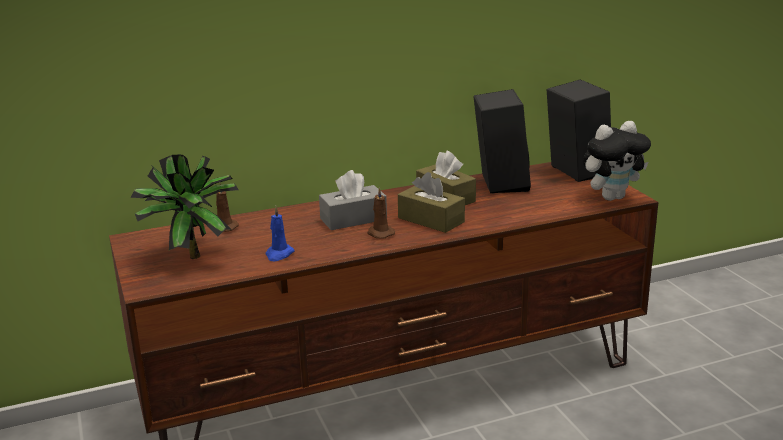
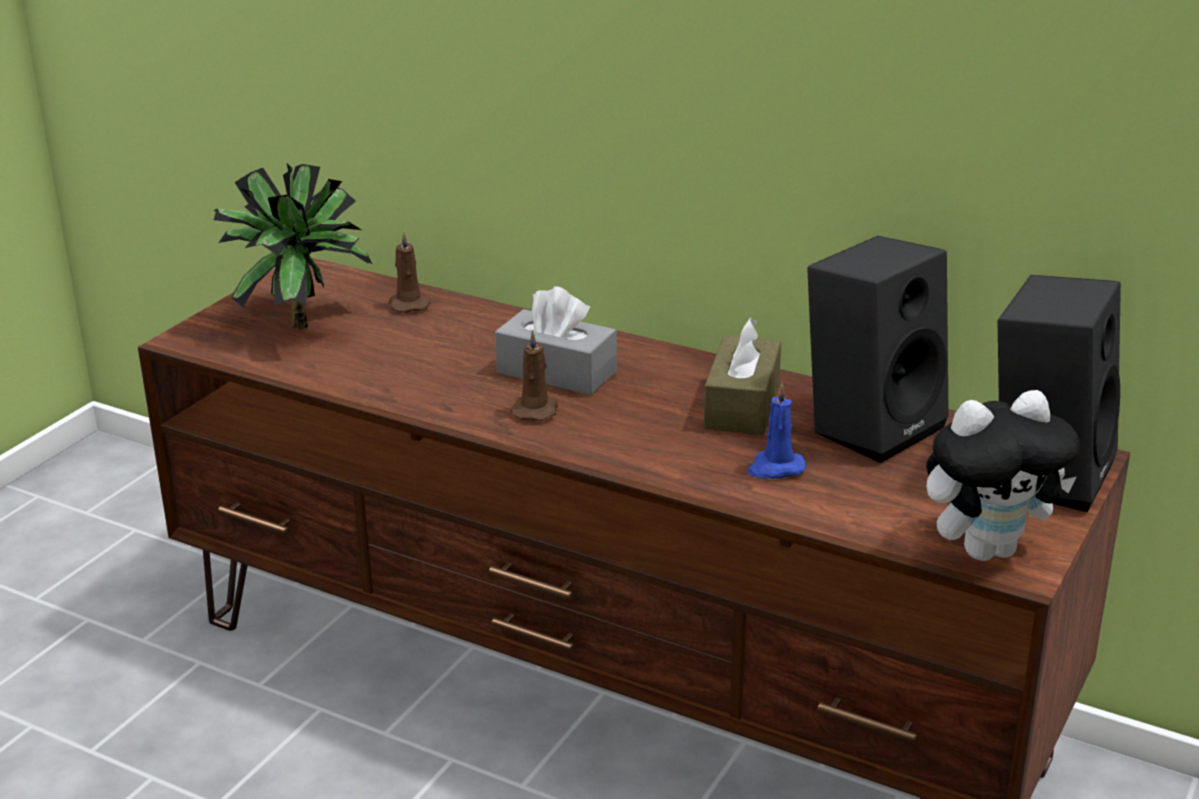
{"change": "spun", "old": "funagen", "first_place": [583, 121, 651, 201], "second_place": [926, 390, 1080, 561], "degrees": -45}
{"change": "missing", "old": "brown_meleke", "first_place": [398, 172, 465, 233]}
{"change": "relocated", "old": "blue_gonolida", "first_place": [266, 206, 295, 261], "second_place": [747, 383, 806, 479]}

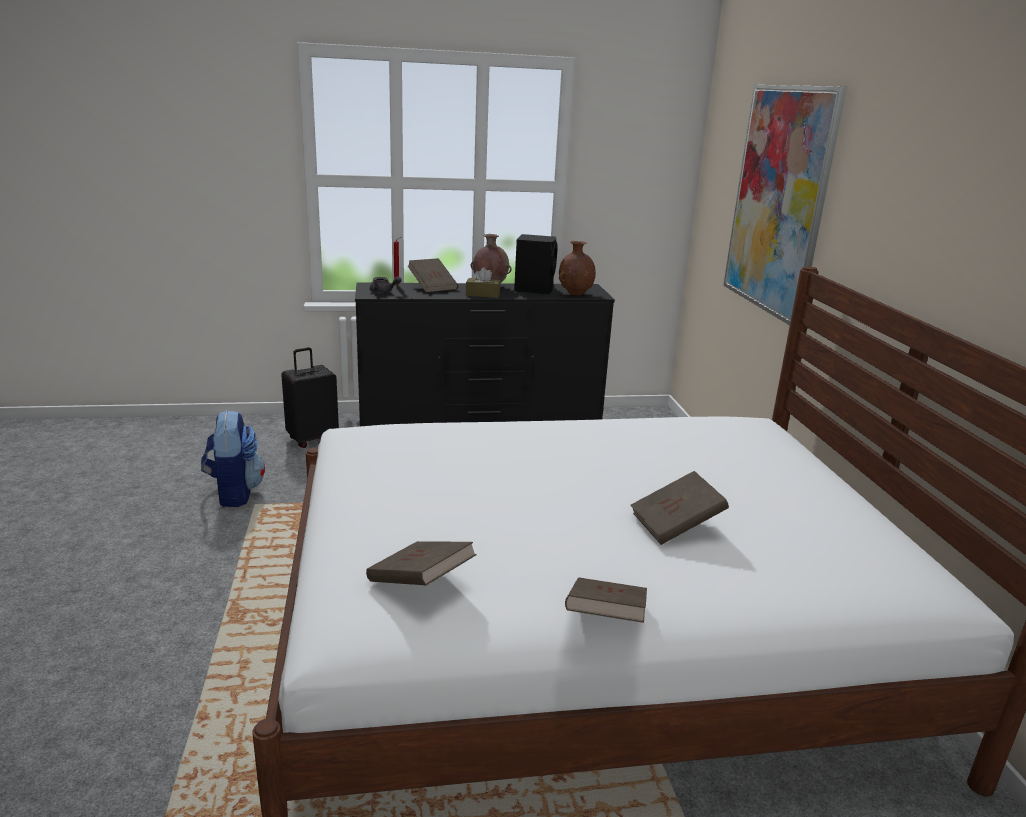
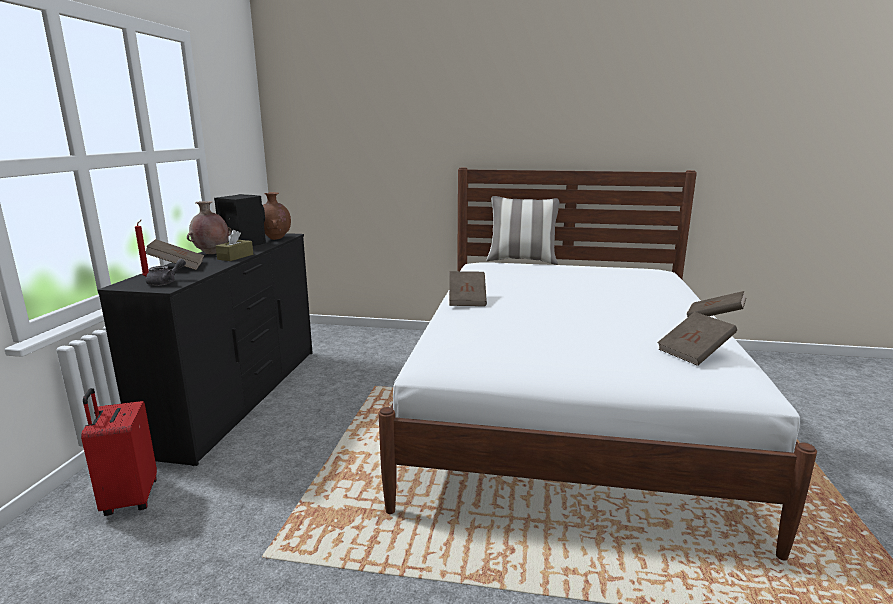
{"change": "missing", "old": "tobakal", "first_place": [723, 85, 847, 326]}
{"change": "colour", "old": "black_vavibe", "new": "red_vavibe", "first_place": [281, 347, 339, 448], "second_place": [81, 388, 157, 516]}
{"change": "missing", "old": "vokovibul", "first_place": [201, 410, 265, 507]}
{"change": "relocated", "old": "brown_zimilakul", "first_place": [630, 471, 729, 545], "second_place": [449, 271, 487, 306]}
{"change": "appeared", "new": "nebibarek", "second_place": [486, 196, 560, 265]}

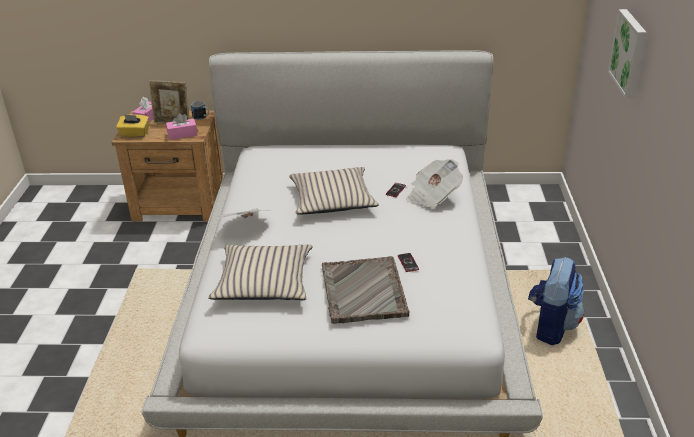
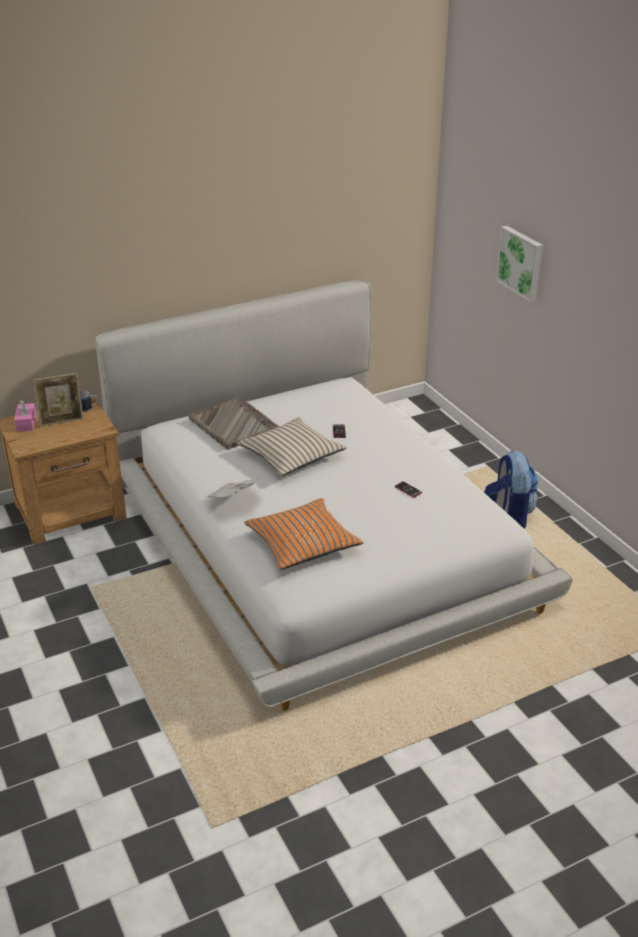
{"change": "missing", "old": "pink_meleke", "first_place": [166, 113, 198, 140]}
{"change": "missing", "old": "yellow_meleke", "first_place": [116, 114, 149, 137]}
{"change": "missing", "old": "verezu", "first_place": [406, 159, 463, 208]}
{"change": "colour", "old": "beige_nebibarek", "new": "orange_nebibarek", "first_place": [208, 244, 313, 300], "second_place": [244, 498, 364, 570]}
{"change": "relocated", "old": "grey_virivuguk", "first_place": [322, 256, 410, 324], "second_place": [188, 397, 279, 449]}

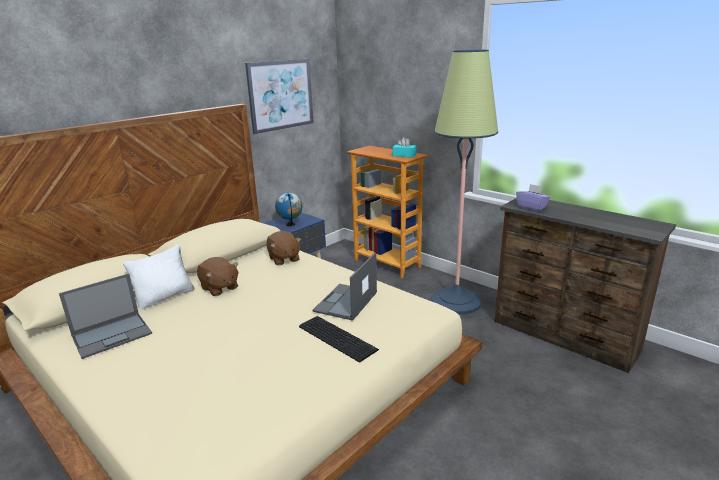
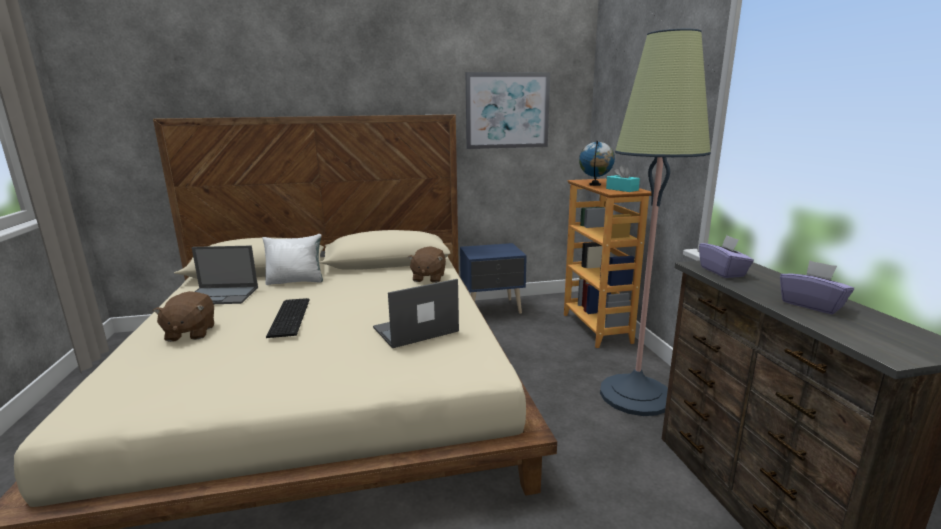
{"change": "relocated", "old": "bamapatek", "first_place": [275, 192, 303, 226], "second_place": [579, 141, 615, 186]}
{"change": "relocated", "old": "brown_funagen", "first_place": [197, 257, 239, 296], "second_place": [153, 291, 214, 342]}
{"change": "relocated", "old": "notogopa", "first_place": [299, 316, 379, 363], "second_place": [266, 298, 310, 338]}
{"change": "appeared", "new": "purple_meleke", "second_place": [780, 260, 854, 315]}

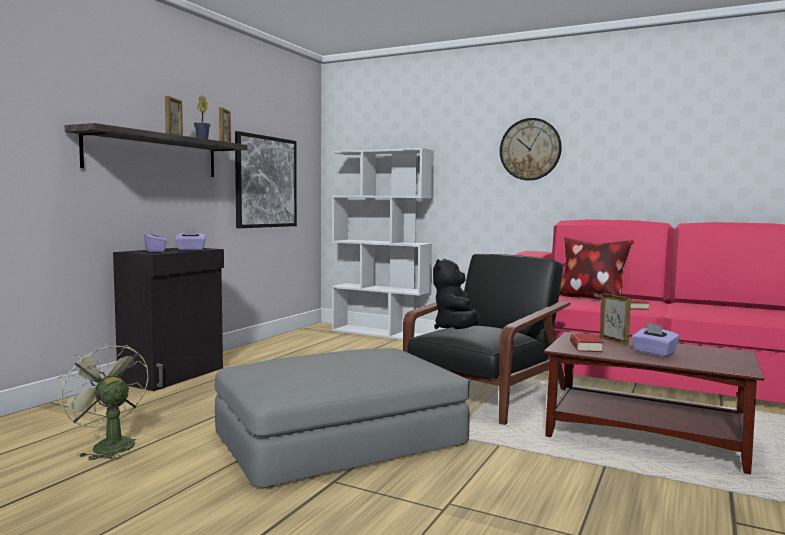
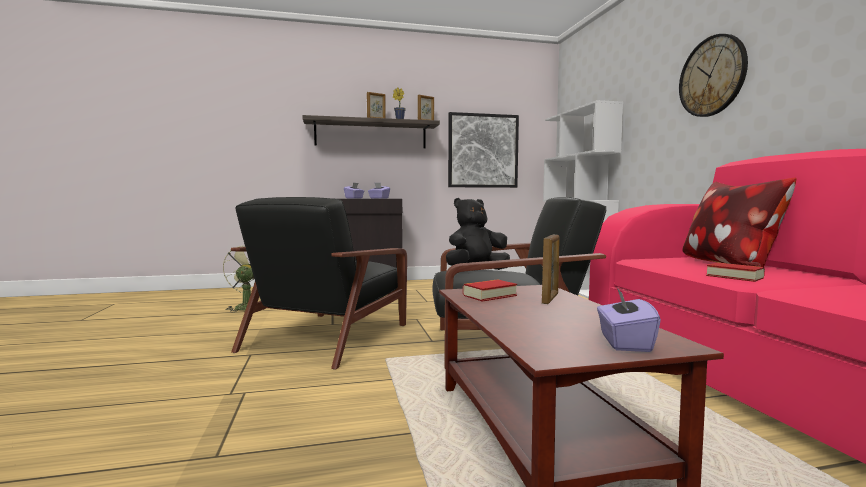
{"change": "relocated", "old": "purple_meleke", "first_place": [632, 323, 680, 357], "second_place": [597, 288, 661, 352]}
{"change": "exchanged", "old": "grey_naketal", "new": "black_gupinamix", "first_place": [215, 348, 469, 489], "second_place": [231, 197, 407, 370]}

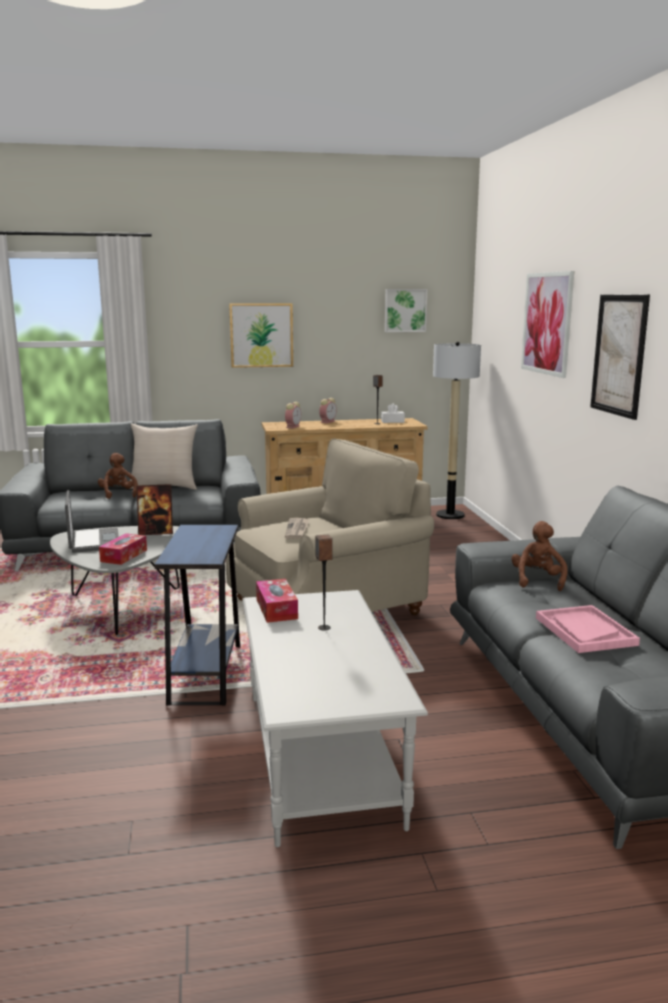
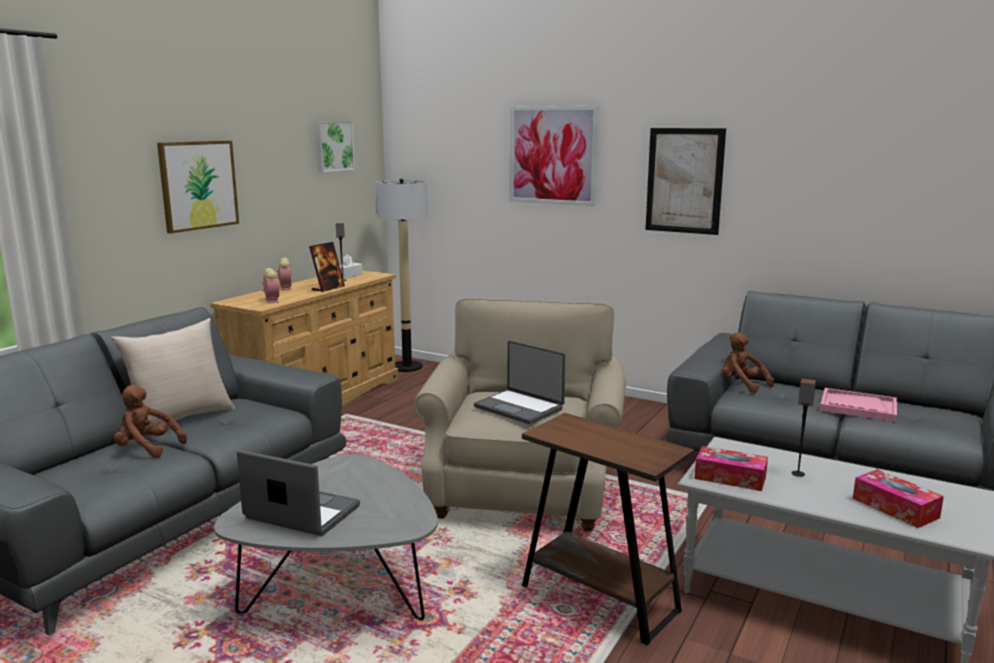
{"change": "relocated", "old": "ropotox", "first_place": [136, 484, 173, 535], "second_place": [309, 242, 345, 292]}
{"change": "exchanged", "old": "verezu", "new": "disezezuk", "first_place": [285, 518, 309, 539], "second_place": [474, 340, 566, 424]}
{"change": "colour", "old": "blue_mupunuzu", "new": "brown_mupunuzu", "first_place": [155, 525, 240, 705], "second_place": [522, 413, 694, 645]}
{"change": "relocated", "old": "meleke", "first_place": [99, 533, 147, 565], "second_place": [853, 469, 944, 528]}

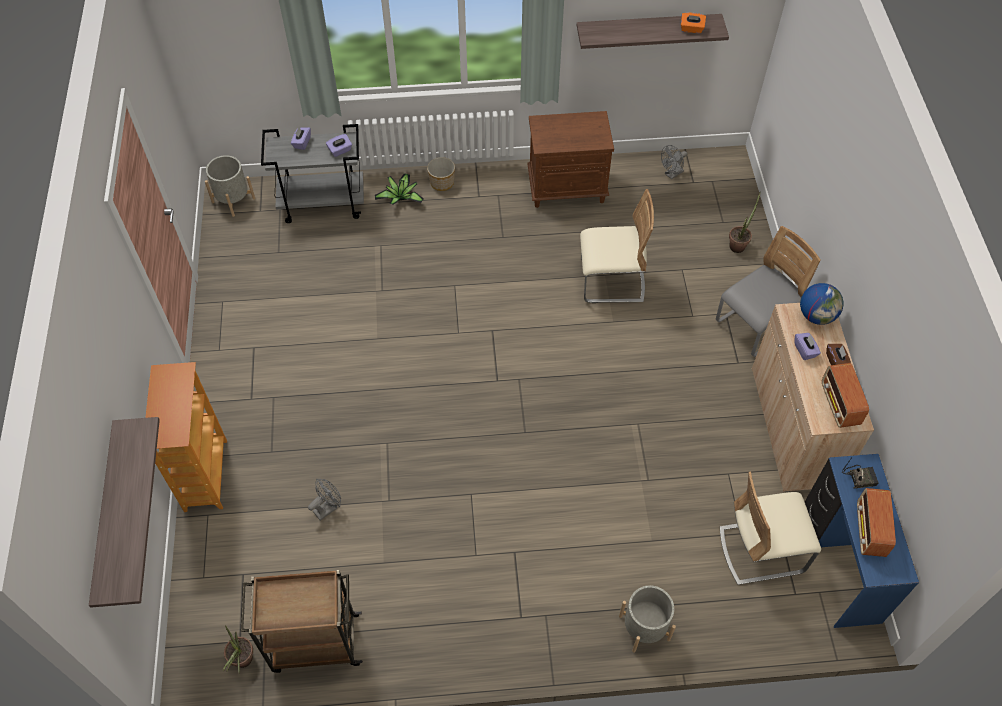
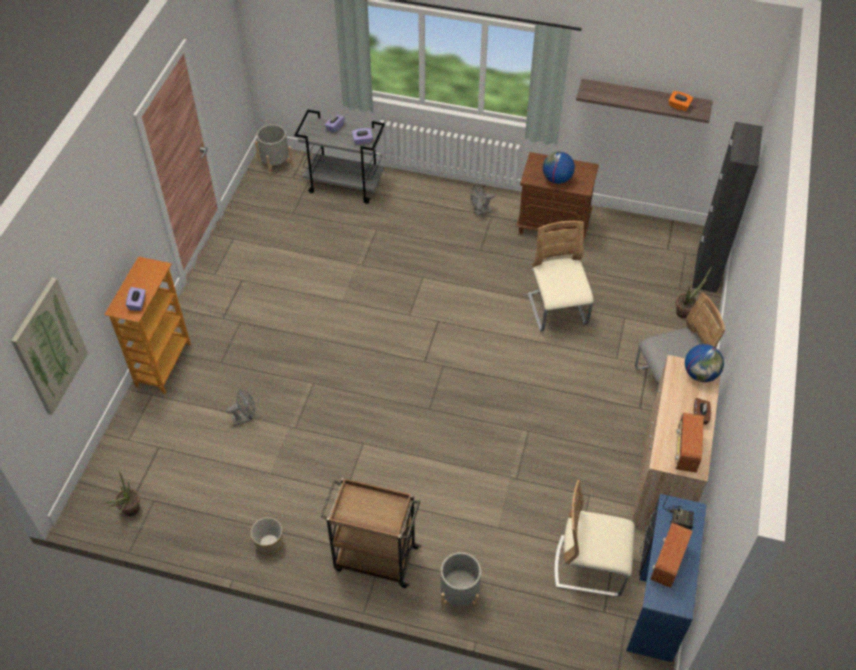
{"change": "relocated", "old": "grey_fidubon", "first_place": [661, 145, 687, 179], "second_place": [470, 184, 495, 216]}
{"change": "relocated", "old": "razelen", "first_place": [427, 157, 455, 191], "second_place": [250, 517, 283, 555]}
{"change": "missing", "old": "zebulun", "first_place": [375, 173, 424, 205]}
{"change": "spun", "old": "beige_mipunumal", "first_place": [580, 189, 654, 303], "second_place": [528, 221, 594, 332], "degrees": -120}
{"change": "relocated", "old": "purple_meleke", "first_place": [794, 333, 821, 360], "second_place": [126, 287, 146, 311]}
{"change": "exchanged", "old": "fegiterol", "new": "tobakal", "first_place": [89, 417, 160, 608], "second_place": [11, 277, 88, 415]}
{"change": "relocated", "old": "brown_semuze", "first_place": [241, 570, 363, 673], "second_place": [320, 477, 422, 588]}
{"change": "appeared", "new": "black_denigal", "second_place": [692, 122, 763, 293]}
{"change": "appeared", "new": "bamapatek", "second_place": [543, 151, 575, 184]}

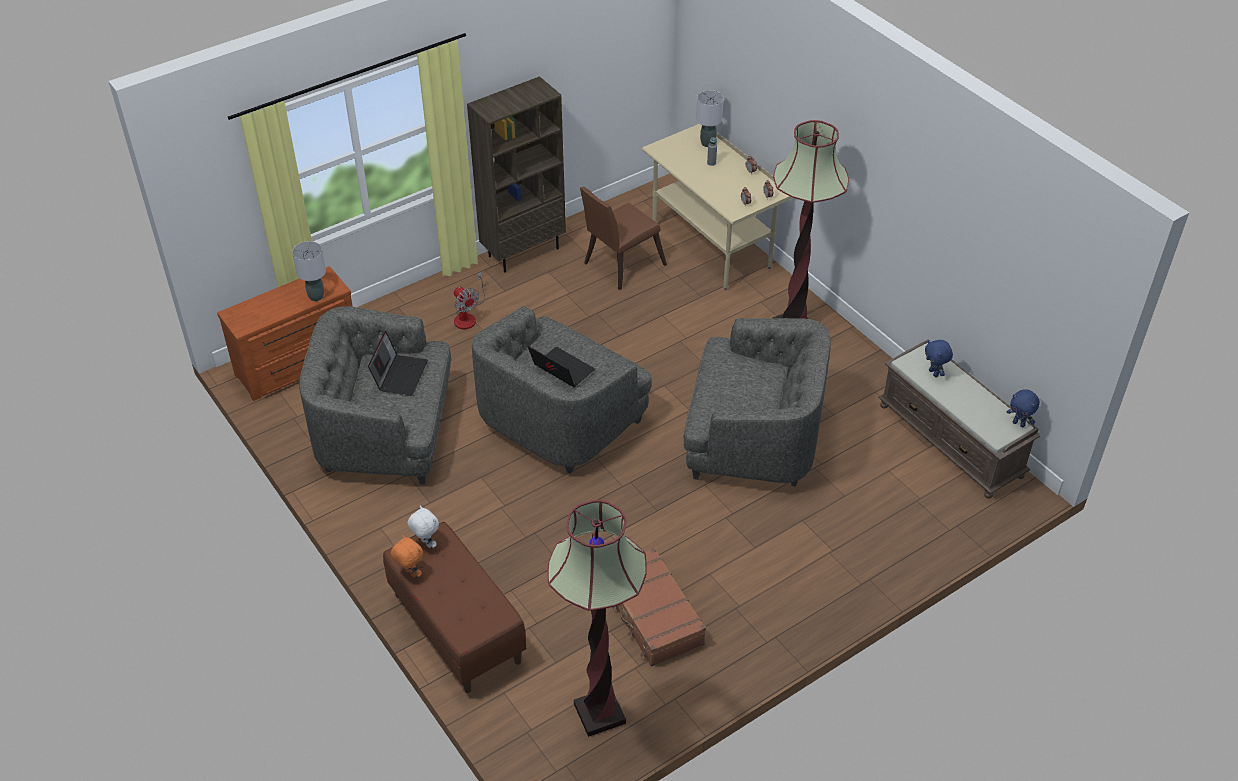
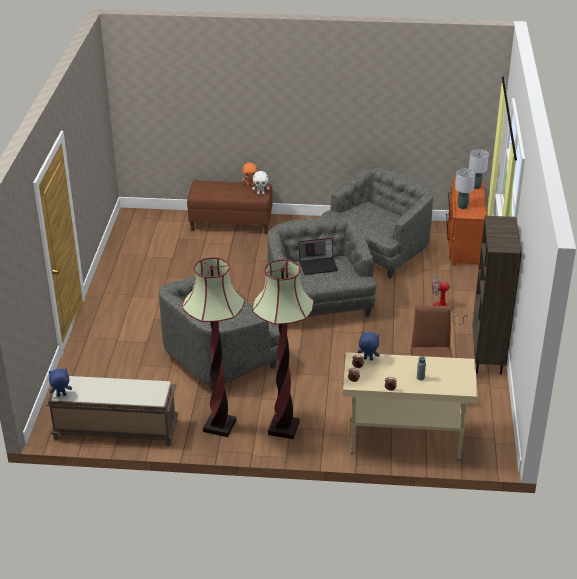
{"change": "relocated", "old": "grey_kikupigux", "first_place": [696, 90, 724, 147], "second_place": [469, 149, 489, 189]}
{"change": "missing", "old": "disezezuk", "first_place": [368, 331, 428, 396]}
{"change": "relocated", "old": "blue_funagen", "first_place": [925, 340, 953, 377], "second_place": [358, 332, 380, 361]}
{"change": "relocated", "old": "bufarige", "first_place": [548, 500, 647, 737], "second_place": [182, 257, 245, 437]}
{"change": "missing", "old": "brown_vavibe", "first_place": [612, 548, 706, 667]}

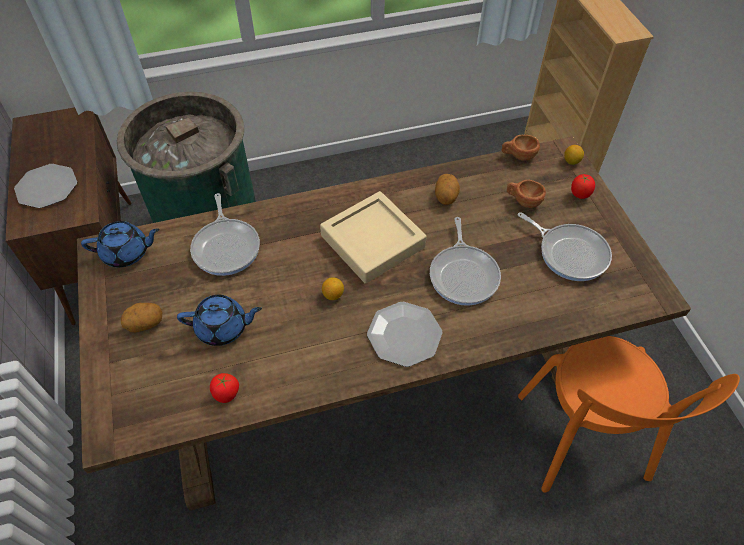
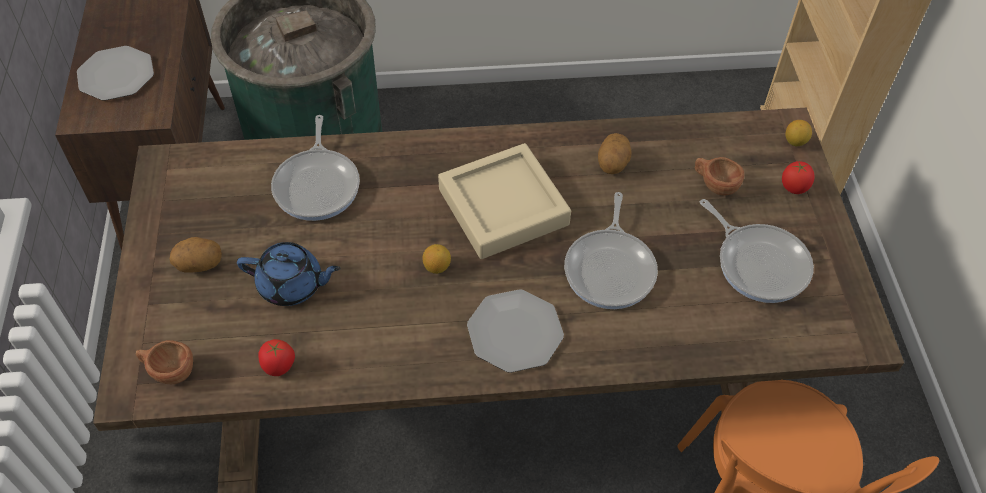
{"change": "relocated", "old": "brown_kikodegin", "first_place": [501, 135, 540, 161], "second_place": [136, 340, 193, 384]}
{"change": "missing", "old": "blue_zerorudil", "first_place": [81, 221, 160, 267]}

